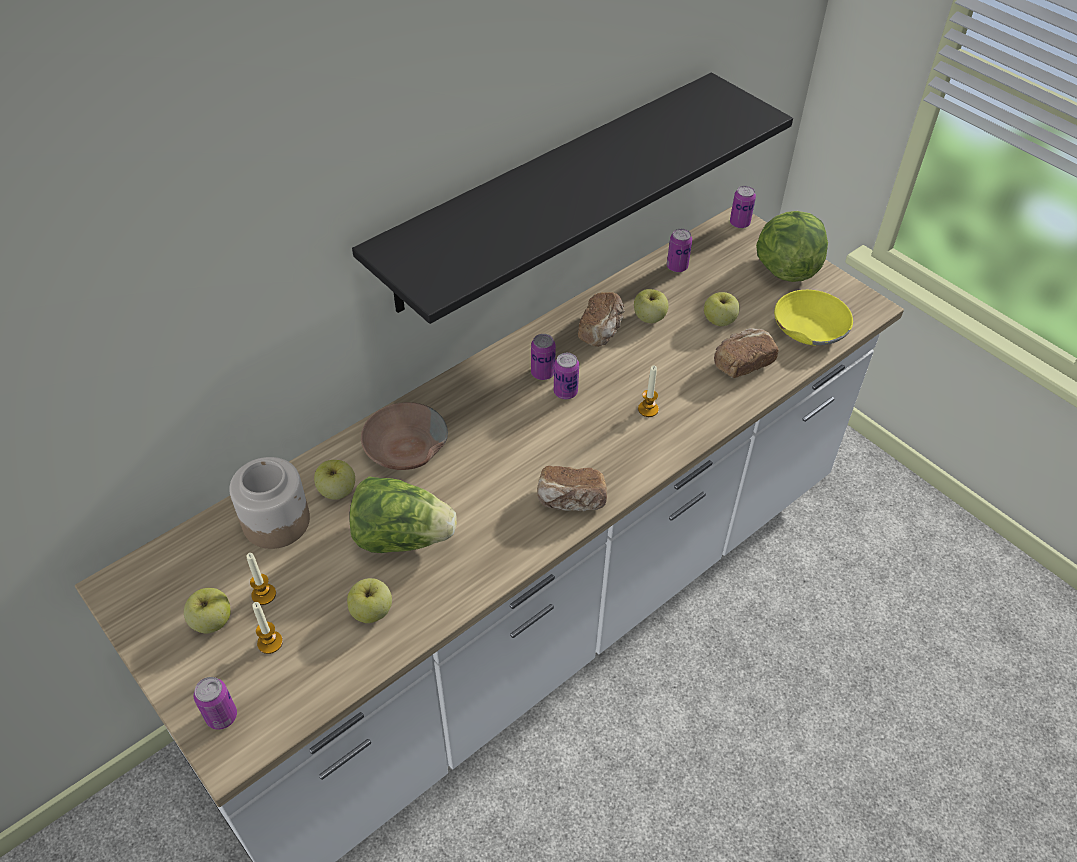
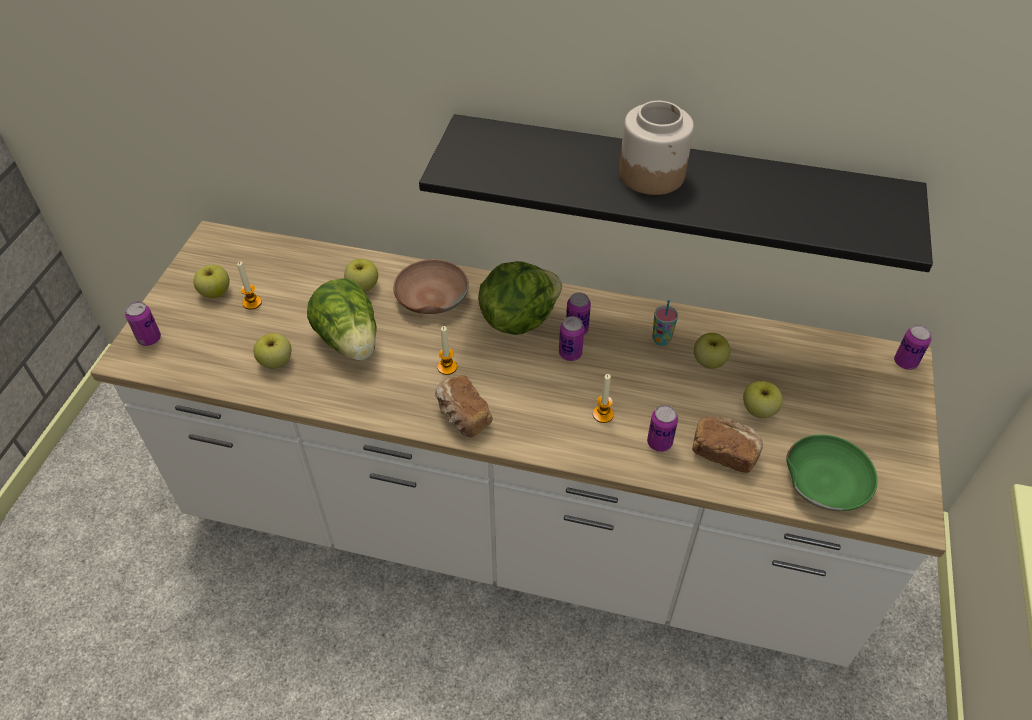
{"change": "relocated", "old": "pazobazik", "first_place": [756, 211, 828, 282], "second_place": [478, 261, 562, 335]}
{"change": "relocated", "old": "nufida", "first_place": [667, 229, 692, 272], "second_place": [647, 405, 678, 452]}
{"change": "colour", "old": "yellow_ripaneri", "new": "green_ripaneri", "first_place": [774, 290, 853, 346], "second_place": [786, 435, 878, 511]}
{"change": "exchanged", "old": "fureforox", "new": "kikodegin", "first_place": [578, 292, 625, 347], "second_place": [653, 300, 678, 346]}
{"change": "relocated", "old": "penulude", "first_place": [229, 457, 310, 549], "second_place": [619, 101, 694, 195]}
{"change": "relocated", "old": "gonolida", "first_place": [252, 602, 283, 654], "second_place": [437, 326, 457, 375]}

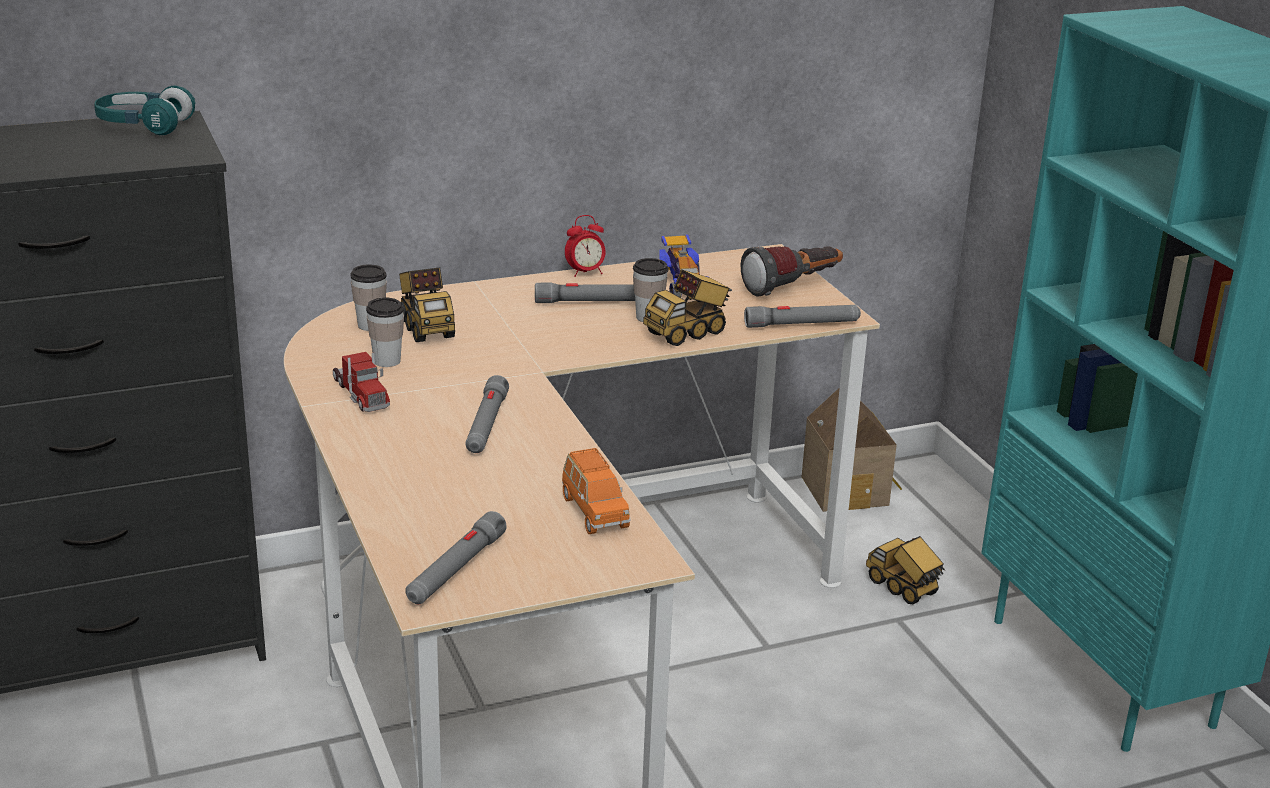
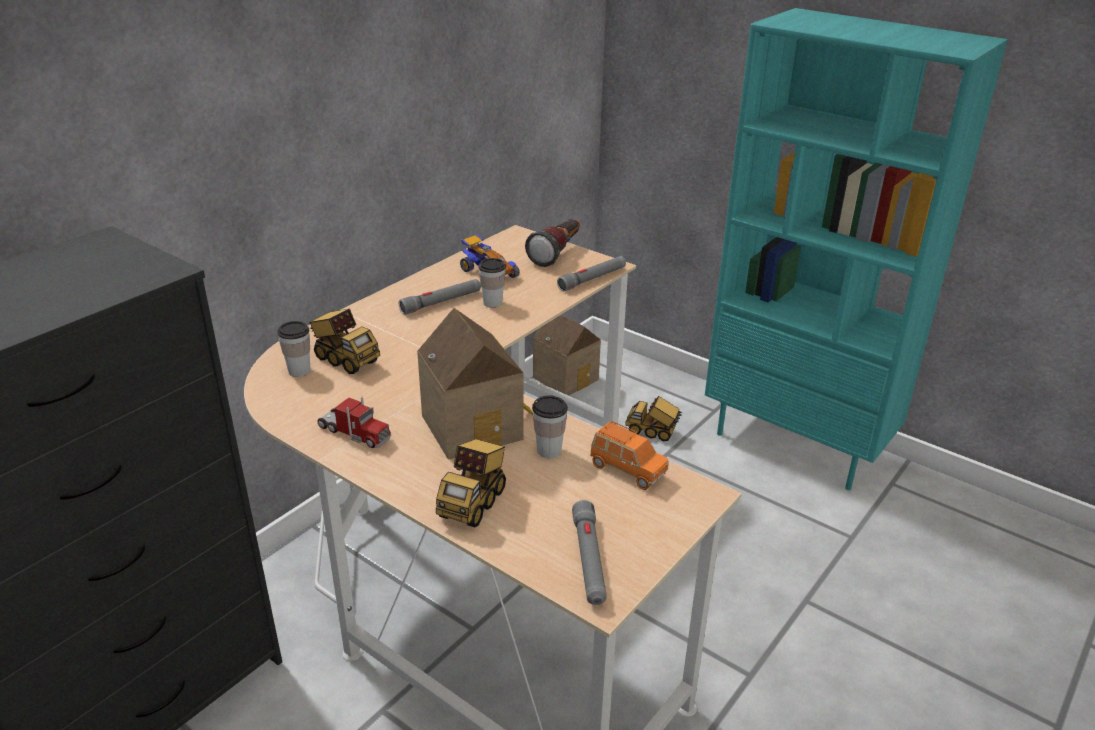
{"change": "missing", "old": "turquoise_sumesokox", "first_place": [94, 86, 195, 135]}
{"change": "missing", "old": "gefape", "first_place": [565, 215, 606, 277]}
{"change": "relocated", "old": "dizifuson", "first_place": [643, 269, 732, 346], "second_place": [436, 439, 506, 527]}
{"change": "relocated", "old": "kikodegin", "first_place": [366, 297, 404, 367], "second_place": [532, 395, 568, 458]}
{"change": "exchanged", "old": "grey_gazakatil", "new": "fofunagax", "first_place": [465, 375, 509, 453], "second_place": [417, 308, 533, 460]}

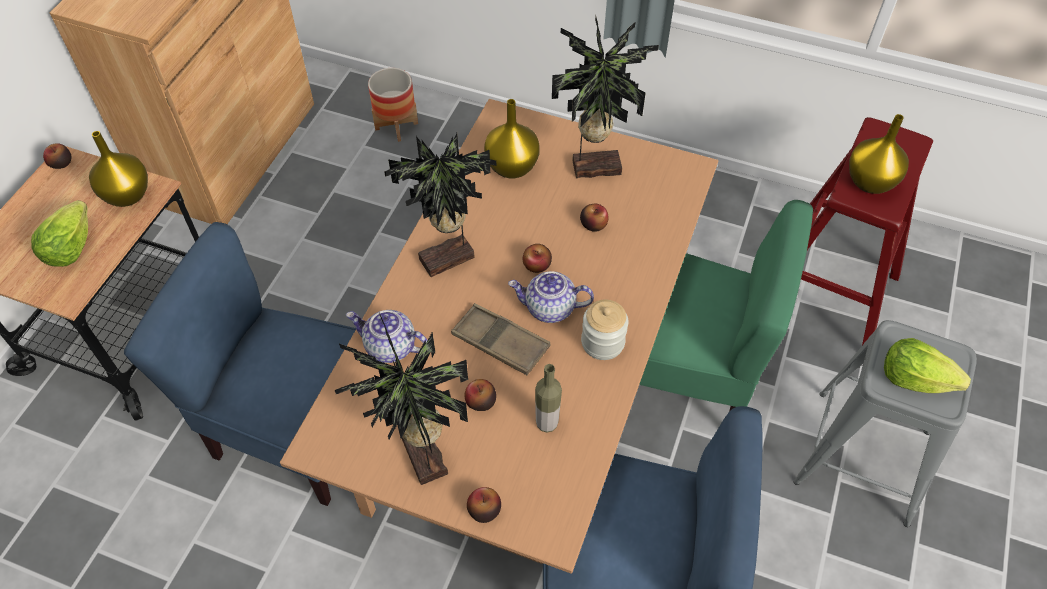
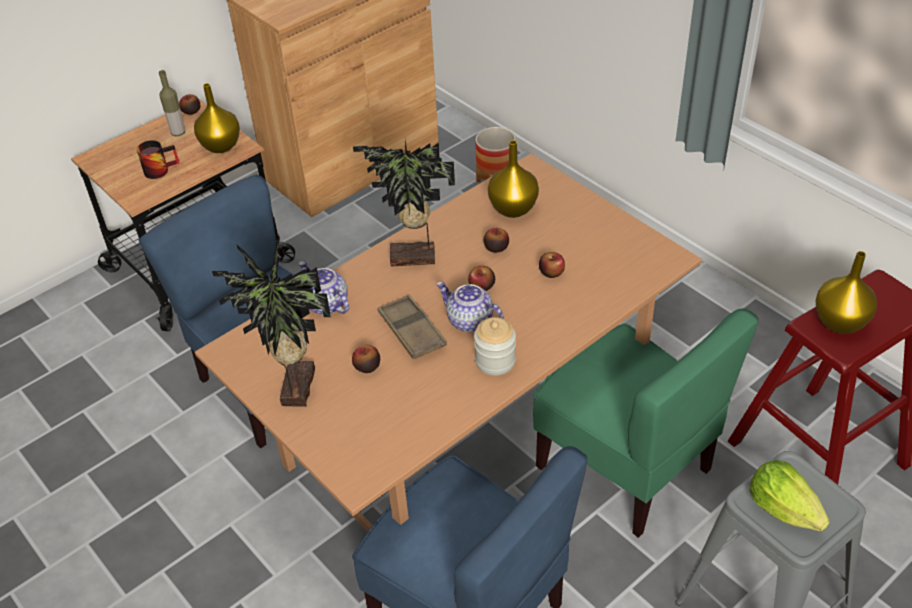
{"change": "missing", "old": "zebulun", "first_place": [552, 16, 659, 179]}
{"change": "exchanged", "old": "pazobazik", "new": "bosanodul", "first_place": [31, 200, 88, 267], "second_place": [137, 140, 180, 179]}
{"change": "relocated", "old": "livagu", "first_place": [535, 364, 562, 433], "second_place": [159, 70, 185, 137]}
{"change": "relocated", "old": "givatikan", "first_place": [467, 487, 501, 523], "second_place": [484, 228, 509, 253]}

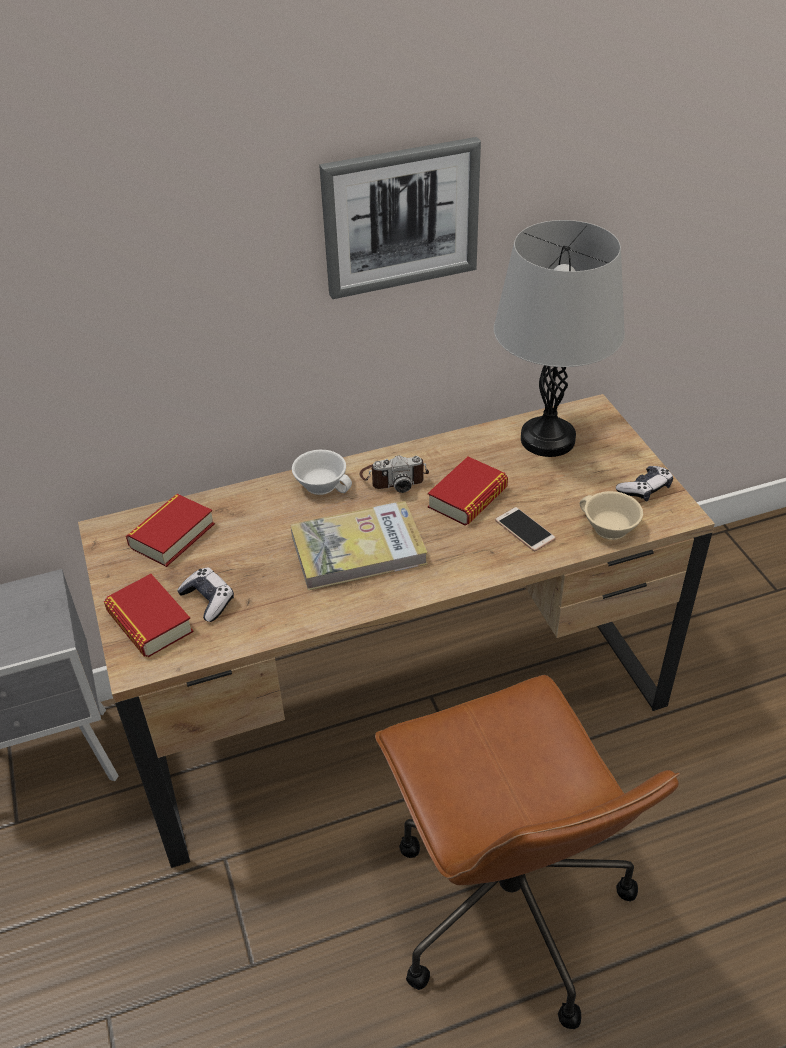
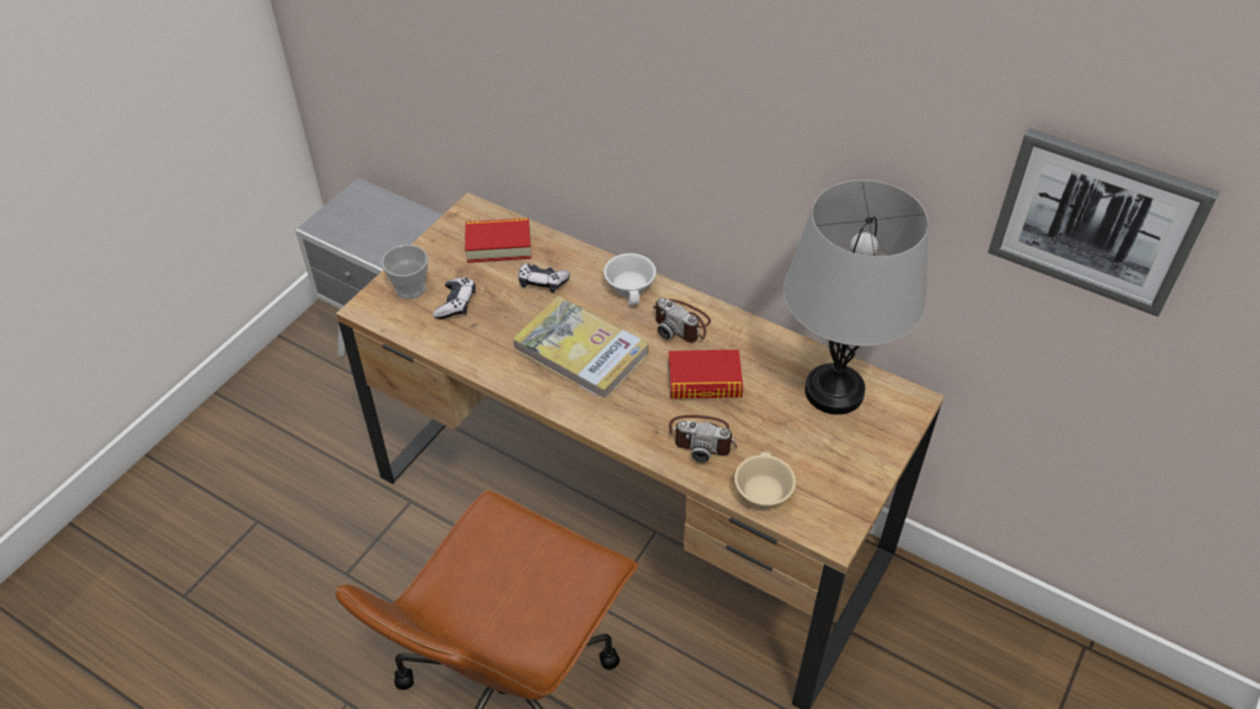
{"change": "relocated", "old": "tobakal", "first_place": [319, 137, 481, 299], "second_place": [988, 128, 1220, 317]}
{"change": "relocated", "old": "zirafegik", "first_place": [616, 466, 673, 501], "second_place": [518, 263, 570, 293]}
{"change": "exchanged", "old": "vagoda", "new": "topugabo", "first_place": [495, 507, 556, 551], "second_place": [668, 415, 737, 463]}
{"change": "exchanged", "old": "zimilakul", "new": "kikodegin", "first_place": [104, 574, 193, 657], "second_place": [382, 245, 428, 300]}

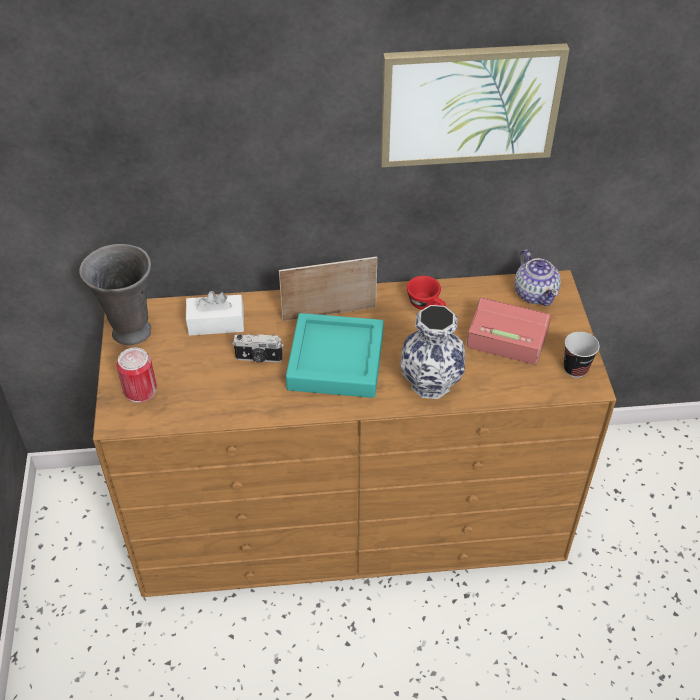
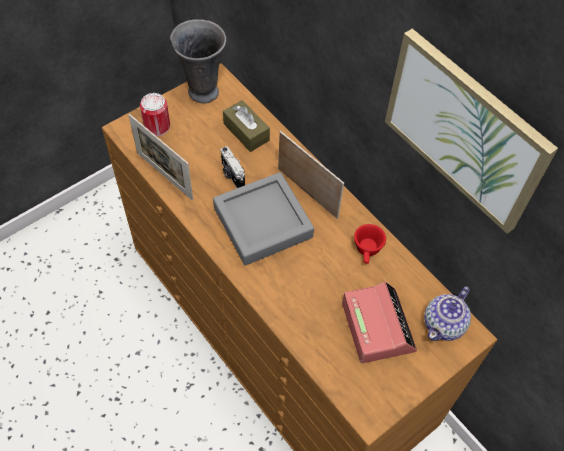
{"change": "colour", "old": "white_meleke", "new": "brown_meleke", "first_place": [186, 291, 244, 336], "second_place": [223, 100, 270, 152]}
{"change": "missing", "old": "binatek", "first_place": [401, 305, 465, 399]}
{"change": "colour", "old": "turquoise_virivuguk", "new": "grey_virivuguk", "first_place": [286, 313, 384, 398], "second_place": [213, 172, 314, 265]}
{"change": "missing", "old": "kikodegin", "first_place": [564, 332, 599, 378]}
{"change": "appeared", "new": "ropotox", "second_place": [129, 114, 193, 200]}

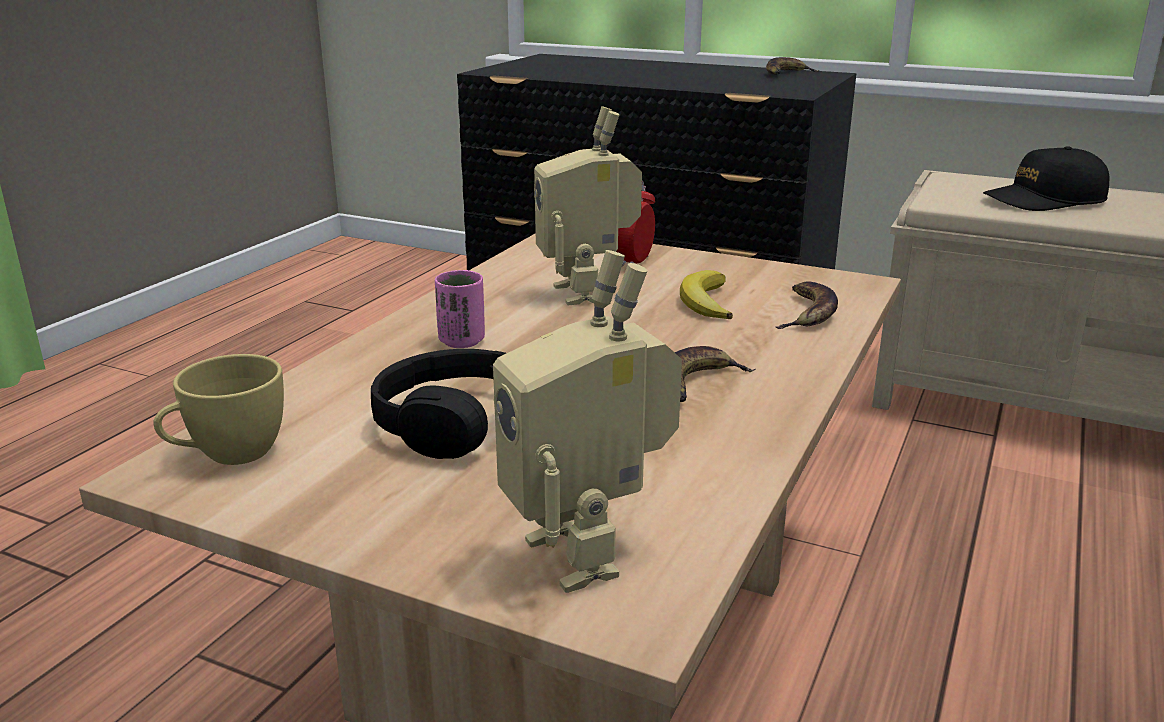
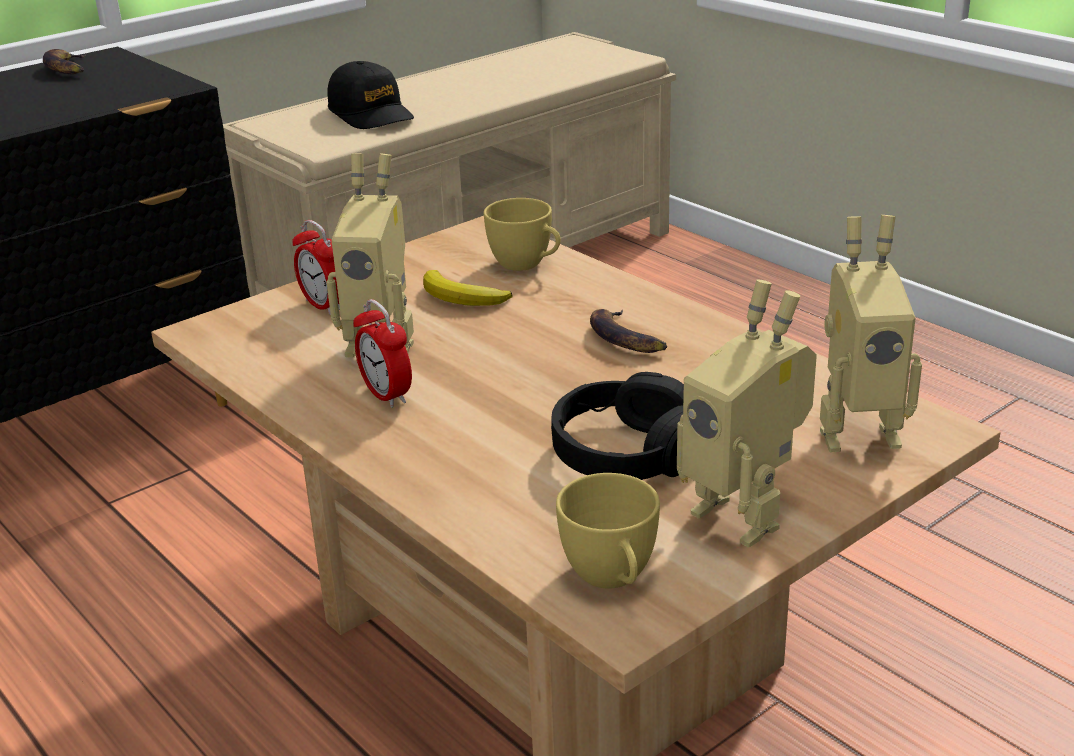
{"change": "spun", "old": "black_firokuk", "first_place": [983, 146, 1110, 211], "second_place": [328, 61, 414, 129], "degrees": -45}
{"change": "missing", "old": "pink_kikodegin", "first_place": [435, 270, 485, 348]}
{"change": "exchanged", "old": "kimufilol", "new": "yellow_kikodegin", "first_place": [776, 281, 838, 329], "second_place": [484, 198, 561, 271]}
{"change": "appeared", "new": "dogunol", "second_place": [677, 279, 817, 547]}
{"change": "appeared", "new": "gefape", "second_place": [353, 299, 412, 408]}

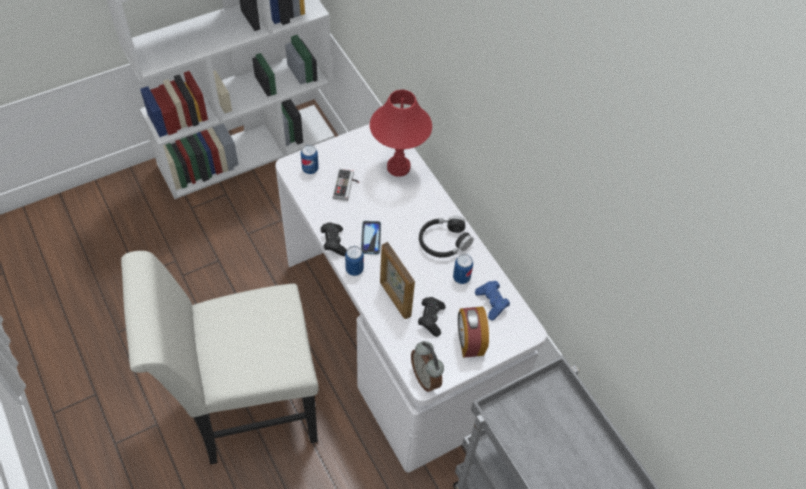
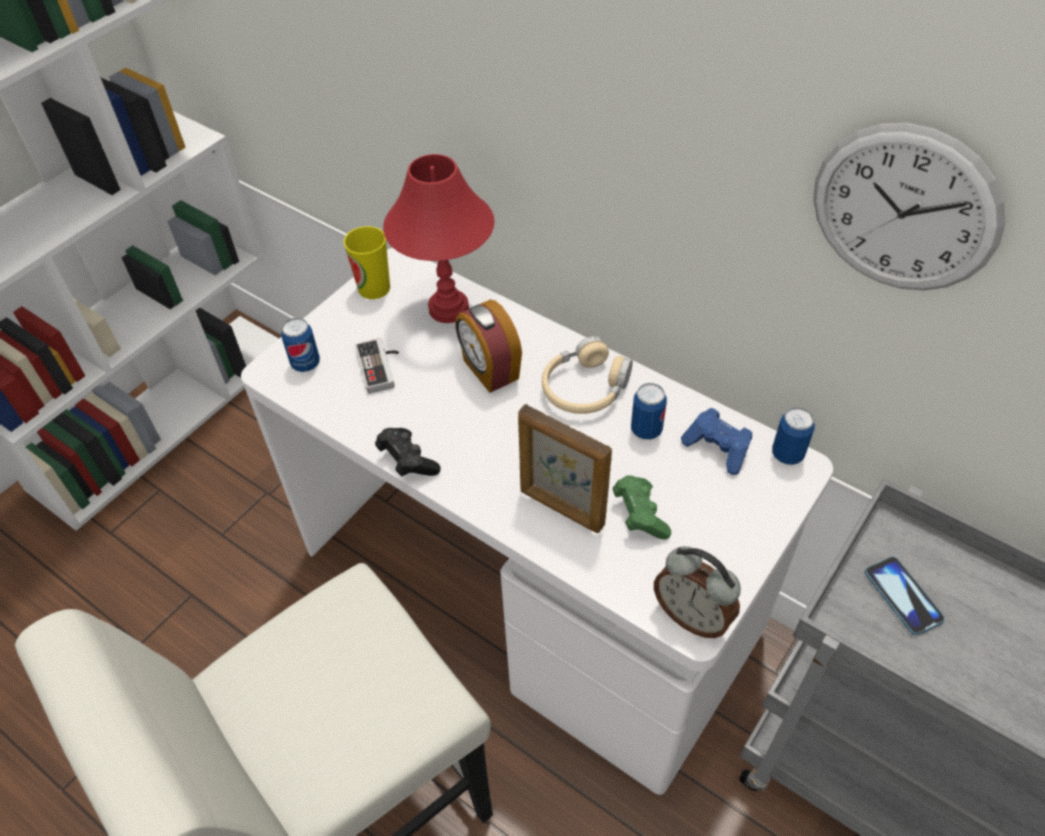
{"change": "colour", "old": "black_sumesokox", "new": "beige_sumesokox", "first_place": [419, 216, 474, 258], "second_place": [542, 336, 633, 414]}
{"change": "relocated", "old": "vagoda", "first_place": [361, 221, 381, 254], "second_place": [865, 556, 945, 635]}
{"change": "relocated", "old": "nufida", "first_place": [345, 246, 364, 276], "second_place": [772, 407, 815, 465]}
{"change": "colour", "old": "black_zirafegik", "new": "green_zirafegik", "first_place": [418, 297, 446, 337], "second_place": [613, 475, 671, 540]}
{"change": "relocated", "old": "gefape", "first_place": [458, 307, 489, 358], "second_place": [455, 300, 522, 393]}
{"change": "appeared", "new": "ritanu", "second_place": [813, 123, 1005, 290]}
{"change": "appeared", "new": "kikodegin", "second_place": [344, 226, 390, 299]}

